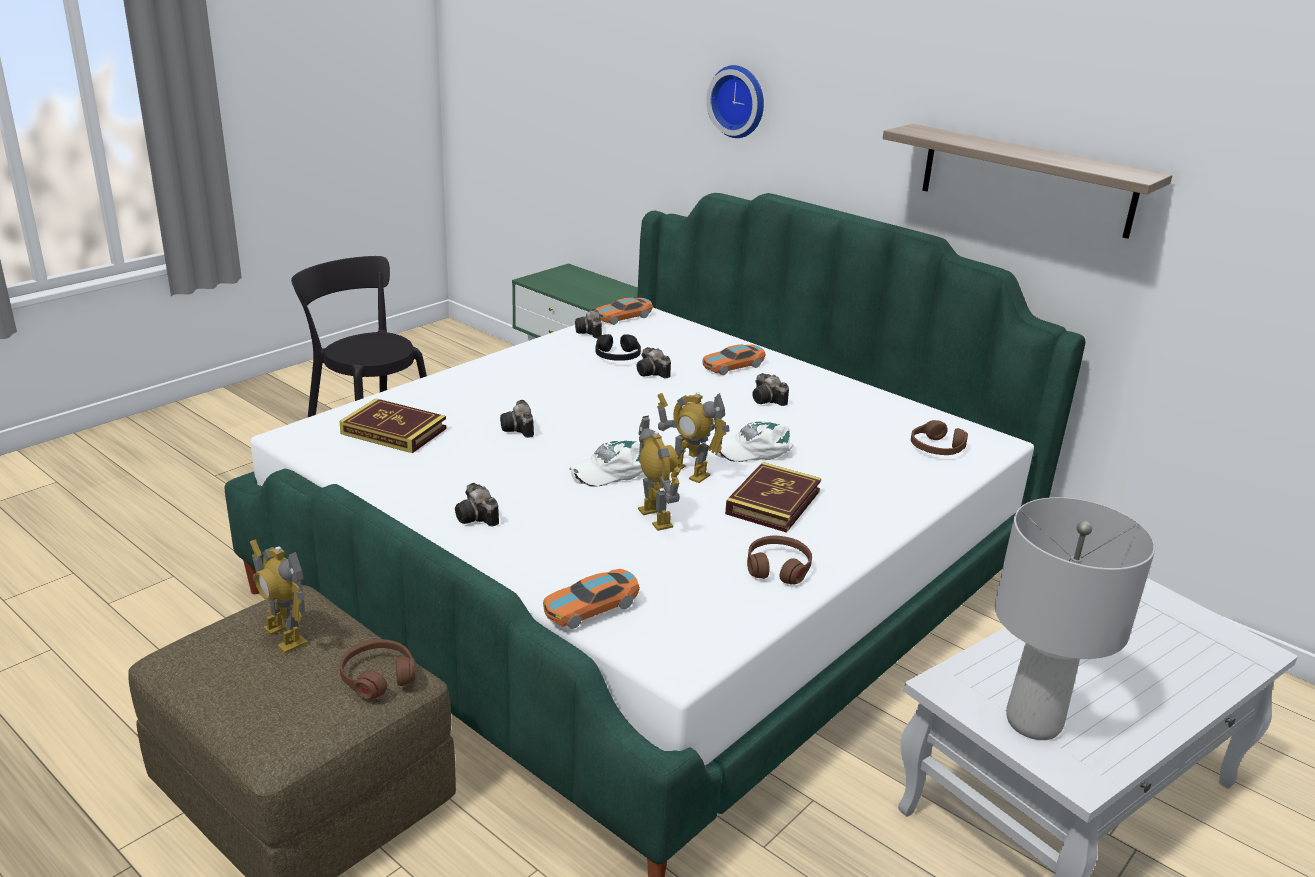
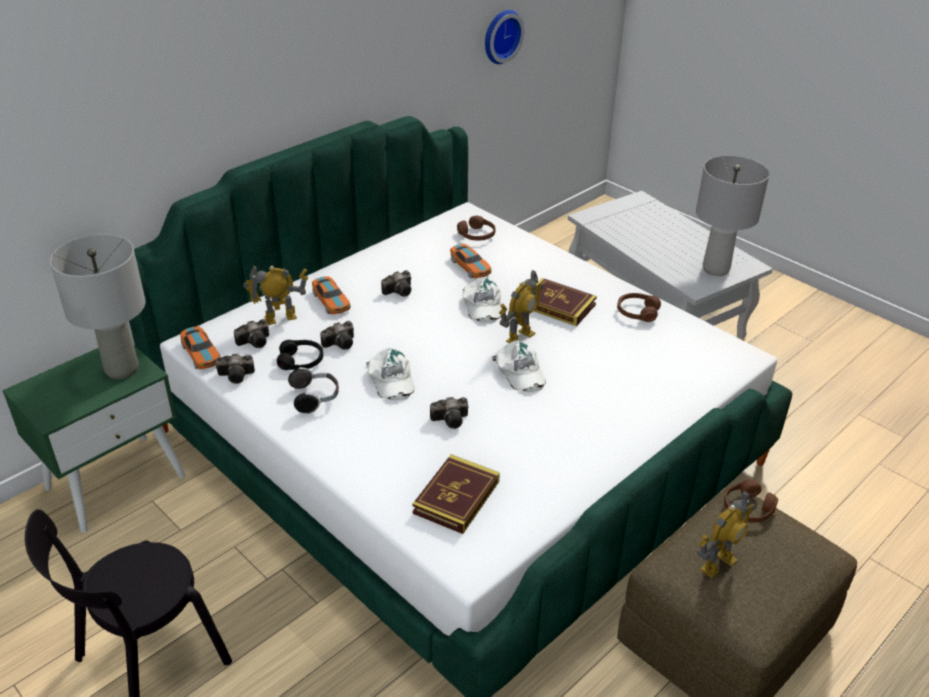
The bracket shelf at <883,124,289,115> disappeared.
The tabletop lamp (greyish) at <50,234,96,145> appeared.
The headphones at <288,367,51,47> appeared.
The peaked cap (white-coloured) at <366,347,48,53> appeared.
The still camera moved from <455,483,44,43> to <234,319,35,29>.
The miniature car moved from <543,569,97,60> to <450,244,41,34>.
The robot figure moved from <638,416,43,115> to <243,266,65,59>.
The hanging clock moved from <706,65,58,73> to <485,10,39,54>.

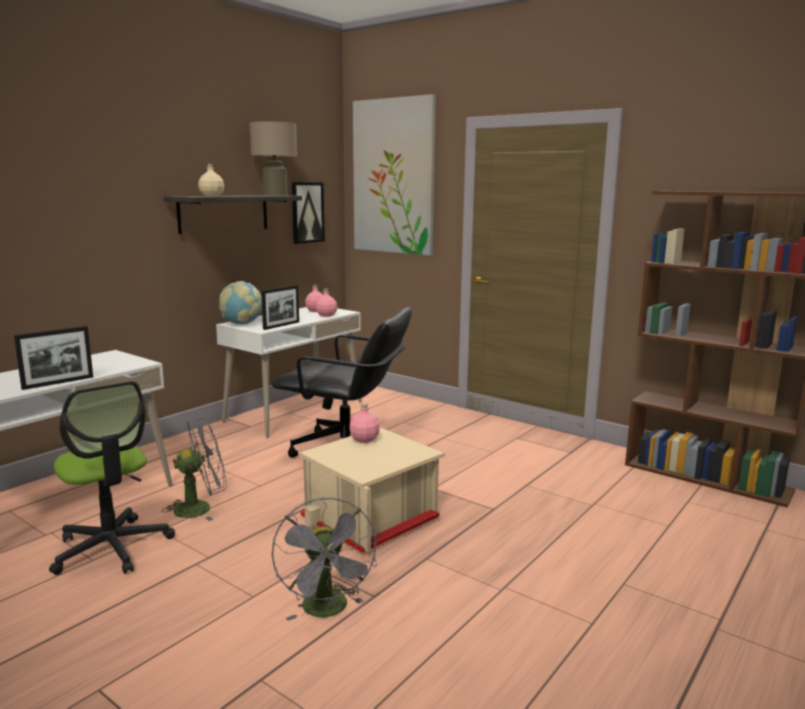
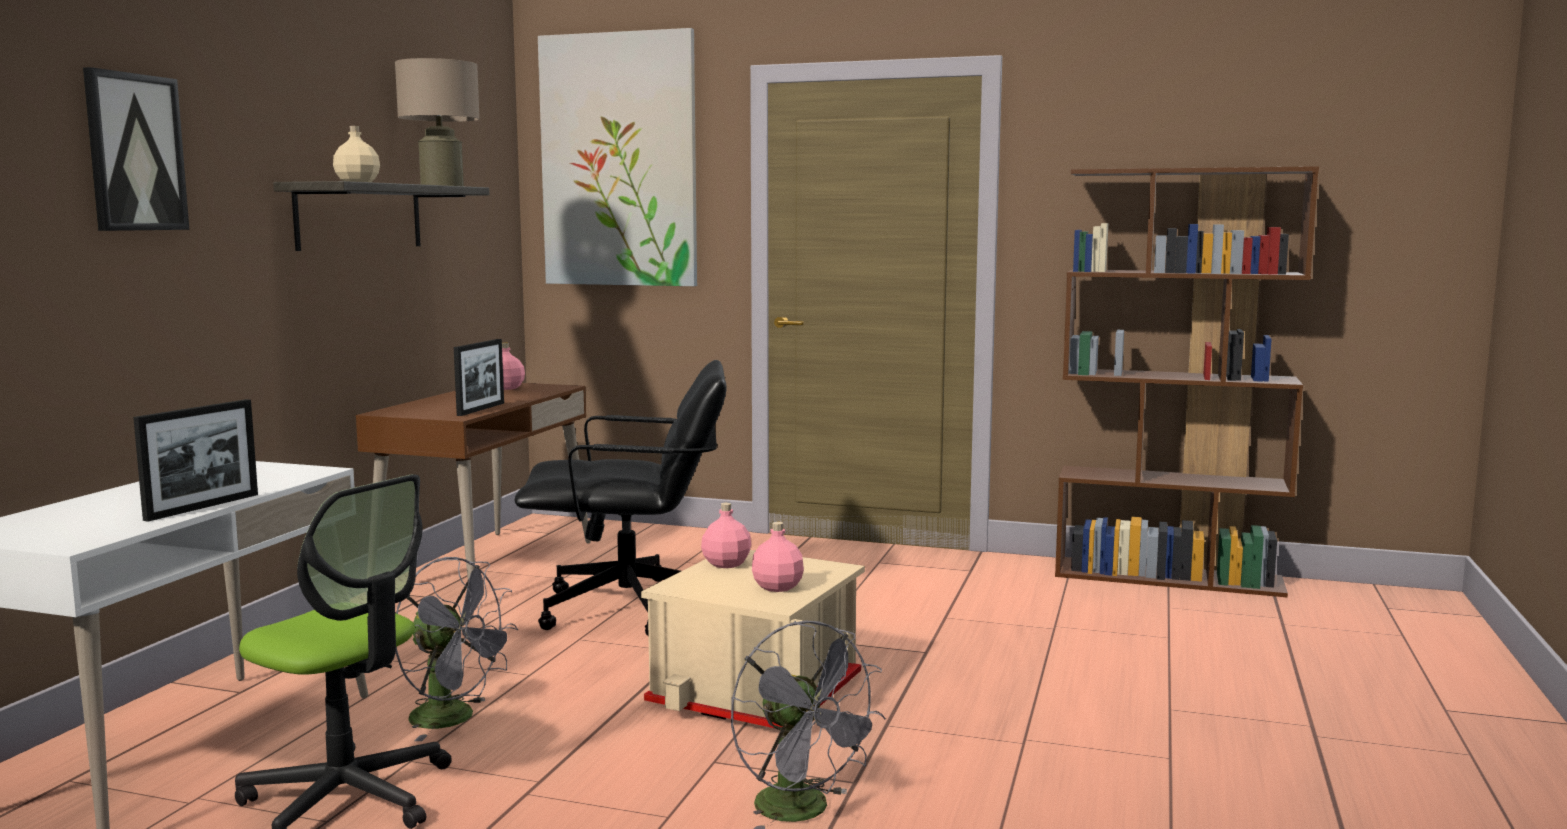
The world globe at <219,281,43,43> disappeared.
The wall picture moved from <292,182,33,62> to <83,67,106,164>.
The bottle (pink) moved from <315,288,22,29> to <752,522,52,70>.
The desk (white-coloured) at <216,307,145,131> became the desk (brownish) at <356,383,235,196>.
The cooling fan (greyish) at <162,418,65,103> turned 75 degrees clockwise.

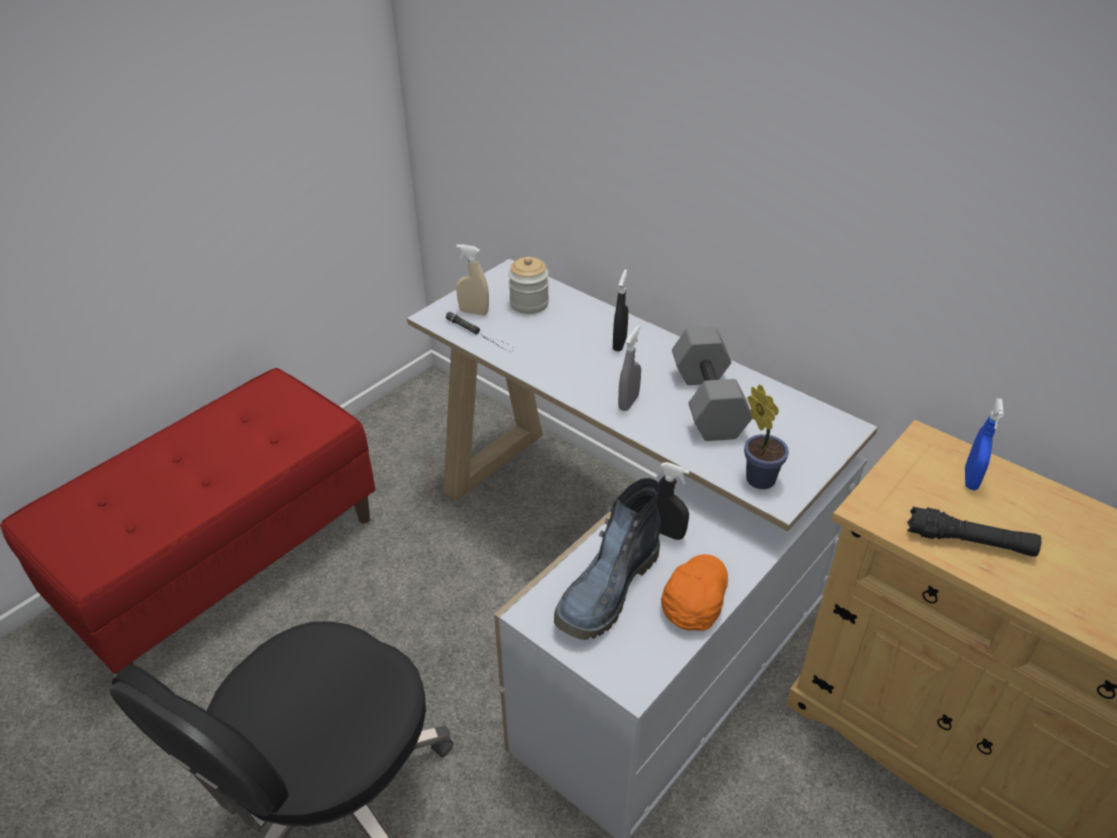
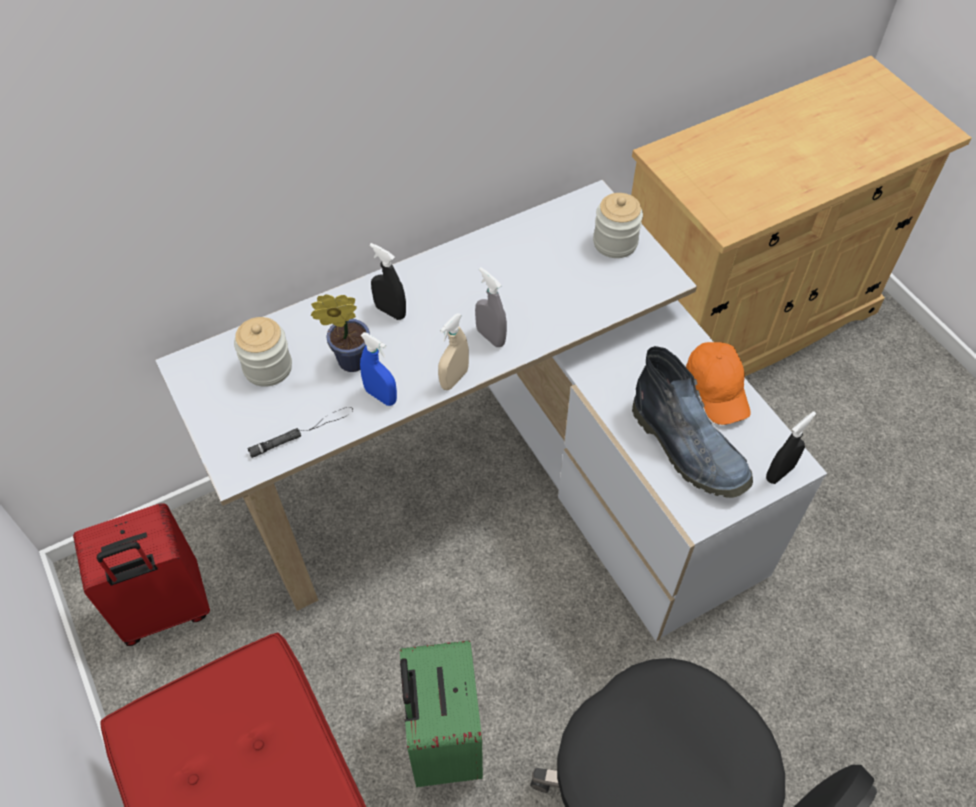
The free weight (greyish) at <672,327,81,114> disappeared.
The torch (blackish) at <907,507,135,50> disappeared.
The piece of luggage (reddish) at <73,503,137,143> appeared.
The piece of luggage (greenish) at <400,640,83,147> appeared.
The jar at <593,193,50,65> appeared.
The sprayer (sand-coloured) moved from <456,244,33,71> to <438,313,31,77>.
The sprayer (blackish) moved from <657,462,33,78> to <766,411,50,73>.
The houseplant moved from <744,385,45,104> to <311,294,59,78>.
The sprayer (bluish) moved from <965,398,39,92> to <360,332,37,74>.
The peaked cap (orange) at <661,554,67,77> turned 150 degrees counterclockwise.

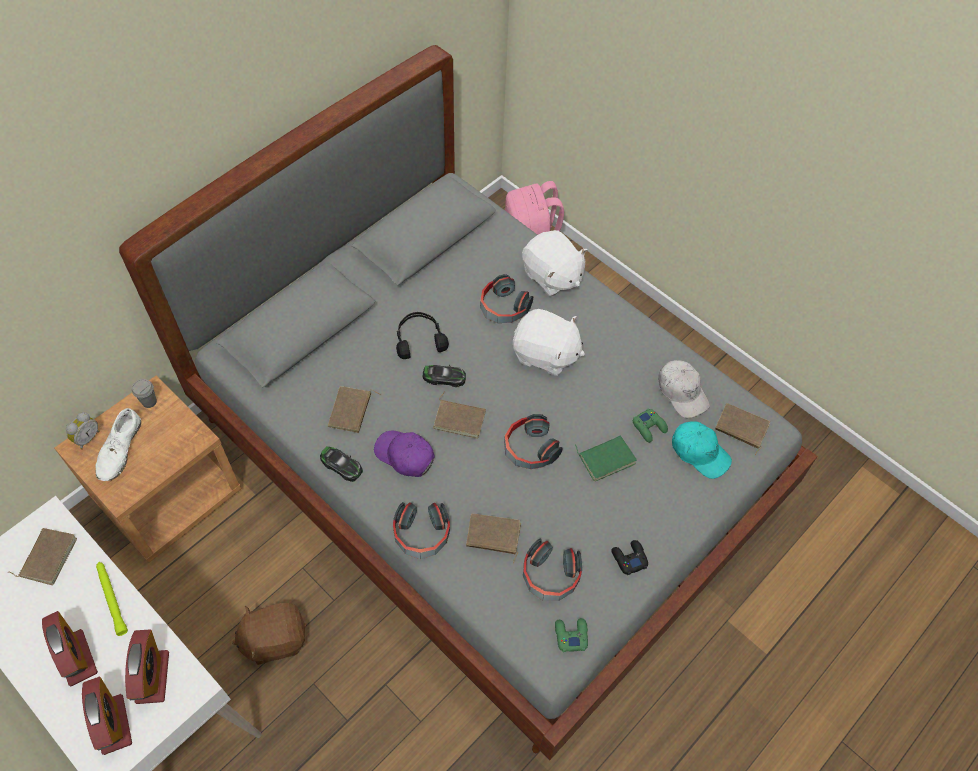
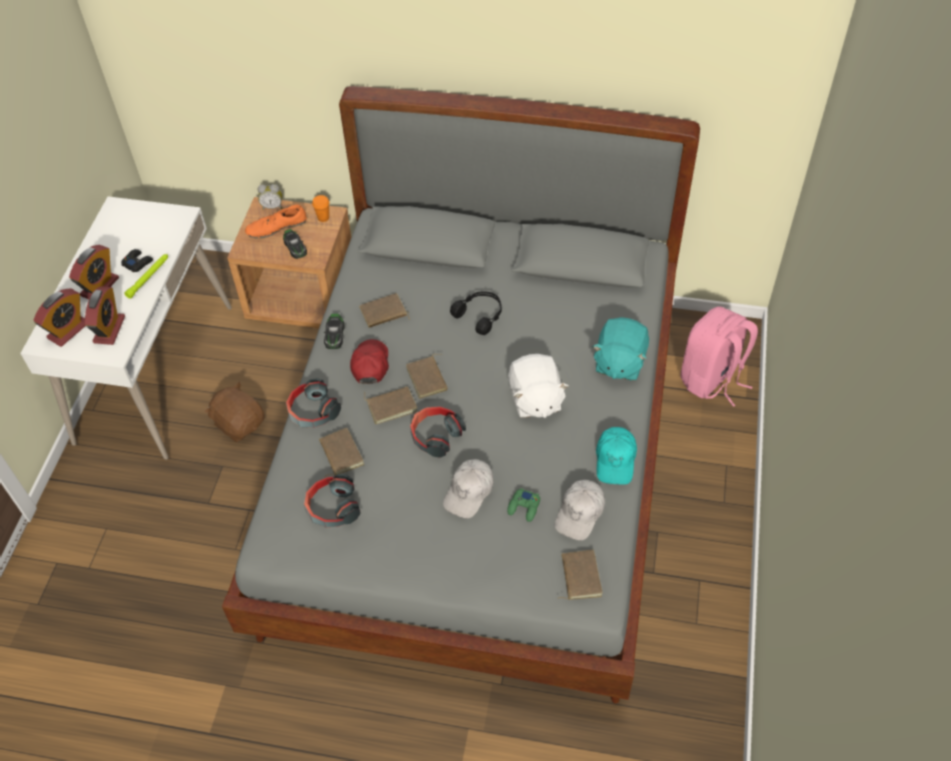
The headphones at <480,274,53,49> disappeared.
The game controller (greenish) at <555,618,33,34> disappeared.
The book (brownish) moved from <8,528,69,57> to <364,386,53,38>.
The miniature car moved from <423,364,43,23> to <283,229,24,30>.
The game controller (blackish) moved from <611,540,37,35> to <121,249,32,23>.
The peaked cap (turquoise-coloured) moved from <672,421,60,58> to <596,427,41,58>.
The book (greenish) at <575,436,62,46> was replaced by the peaked cap (white-coloured) at <443,459,51,60>.
The item of footwear (white-coloured) at <95,408,46,73> became the item of footwear (orange) at <245,205,62,34>.
The drinking cup (greyish) at <132,379,25,29> became the drinking cup (orange) at <312,195,18,27>.
The peaked cap (purple) at <374,430,61,47> became the peaked cap (reddish) at <350,339,39,45>.
The plush toy (white-coloured) at <522,230,66,66> became the plush toy (turquoise-coloured) at <592,317,57,64>.
The bedside clock at <125,629,44,75> turned 45 degrees counterclockwise.

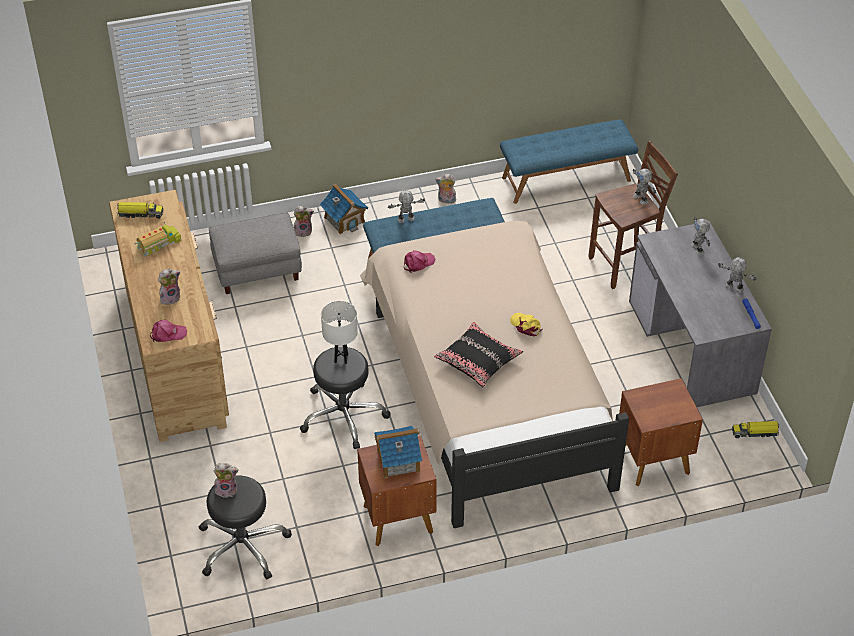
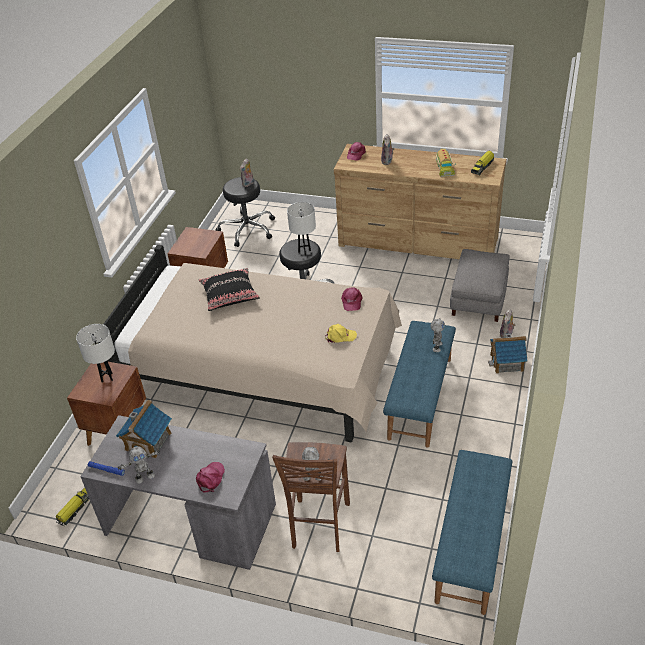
The plush toy at <435,174,21,30> disappeared.
The tabletop lamp (white-coloured) at <76,324,39,59> appeared.
The toy house moved from <374,426,49,52> to <116,400,56,58>.
The peaked cap (yellow-coloured) moved from <510,313,33,23> to <325,324,32,19>.
The robot figure at <691,217,19,38> was replaced by the peaked cap (pink) at <196,462,29,30>.

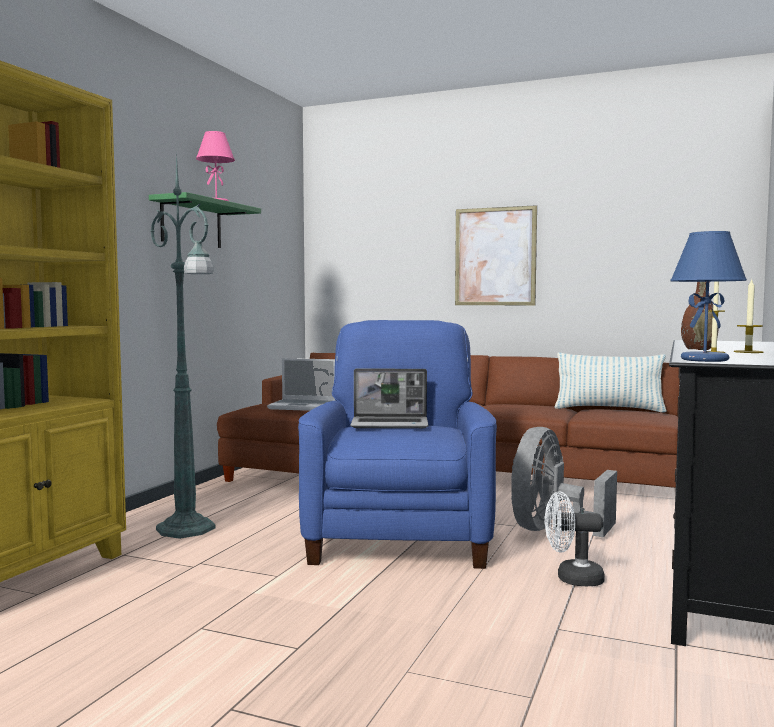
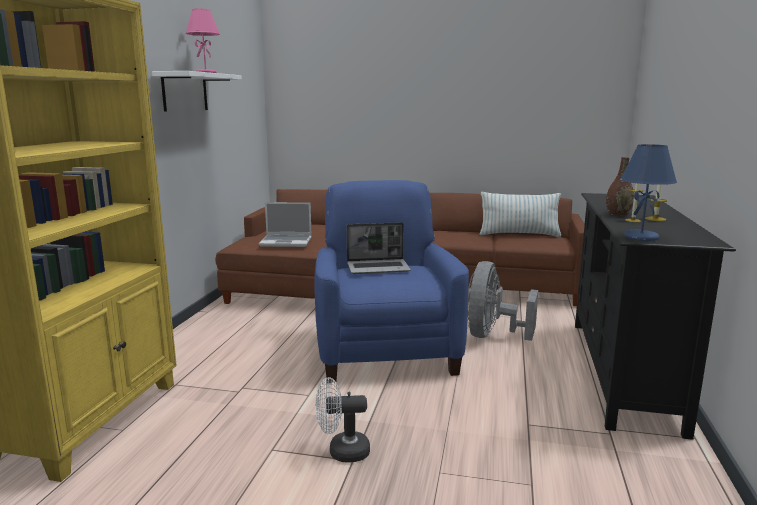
The standing lamp (greenish) at <150,153,66,386> disappeared.
The wall picture at <455,205,82,100> disappeared.
The cooling fan (white-coloured) moved from <545,492,60,94> to <316,377,54,85>.
The bracket shelf (greenish) at <149,192,112,56> became the bracket shelf (white-coloured) at <152,71,90,40>.

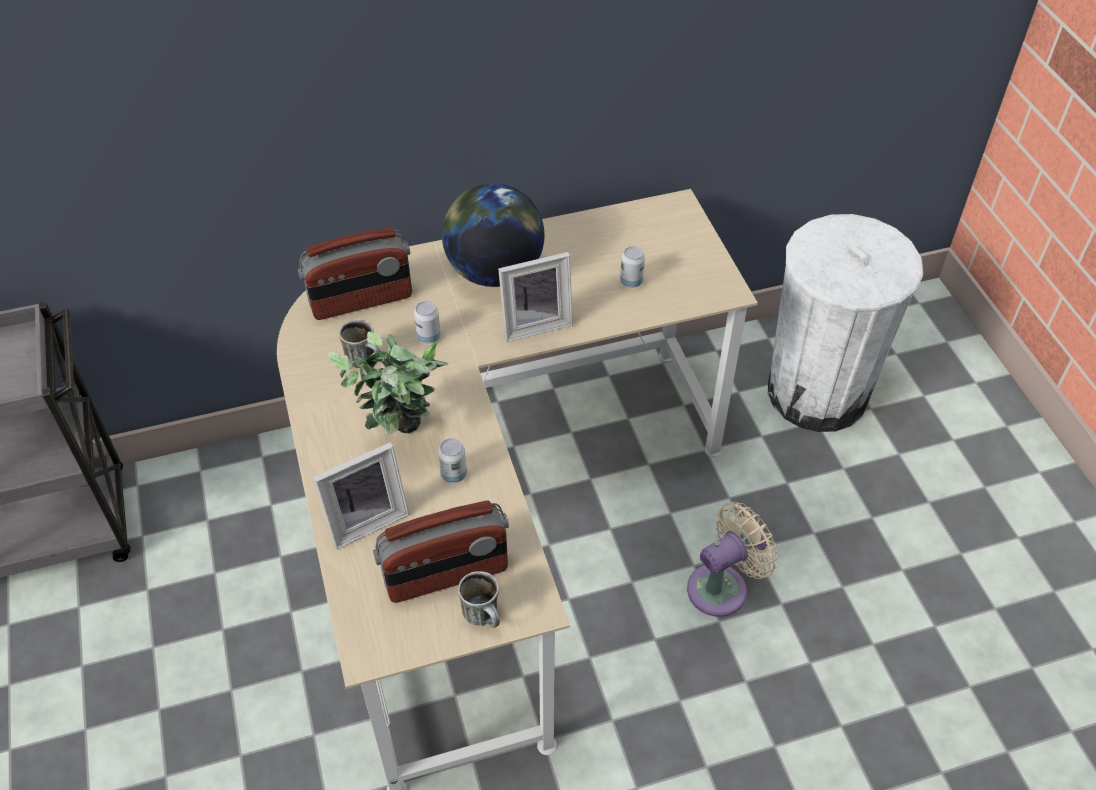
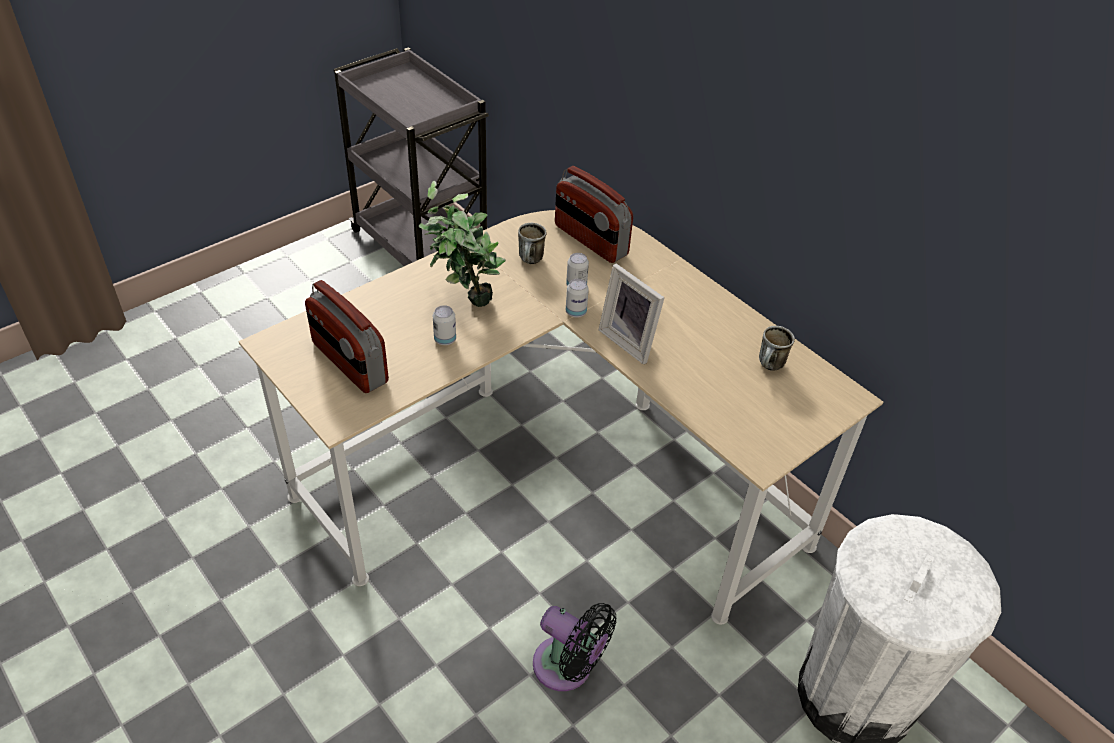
The picture frame at <313,442,96,107> disappeared.
The world globe at <442,183,103,104> disappeared.
The coffee mug moved from <458,571,42,57> to <759,326,36,45>.
The metal can moved from <620,246,25,42> to <566,279,23,39>.
The cooling fan (sand-coloured) at <687,502,91,115> became the cooling fan (blackish) at <533,603,83,88>.

